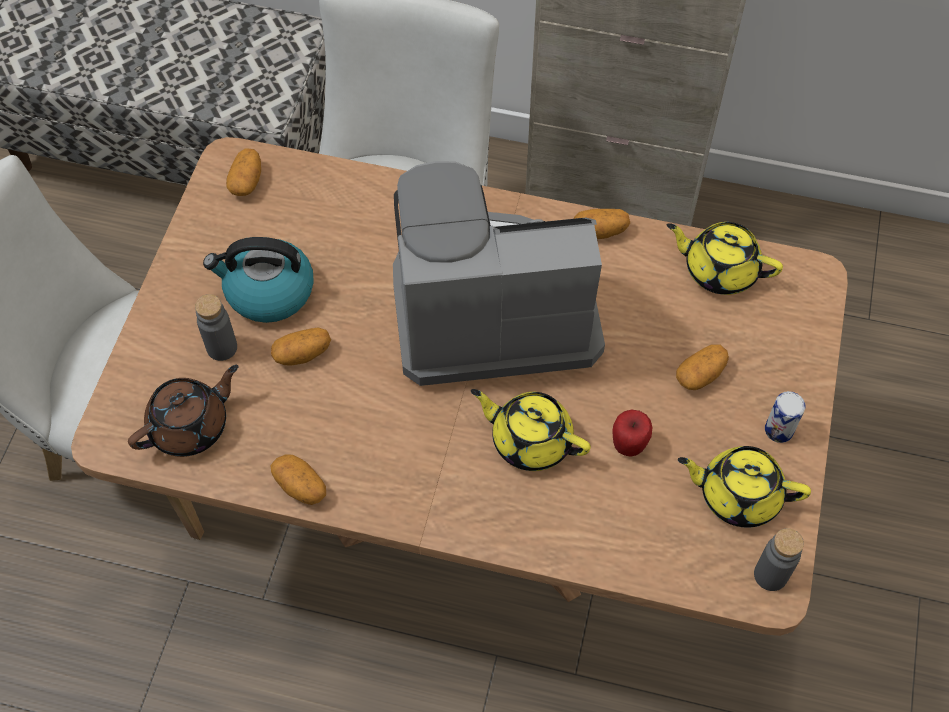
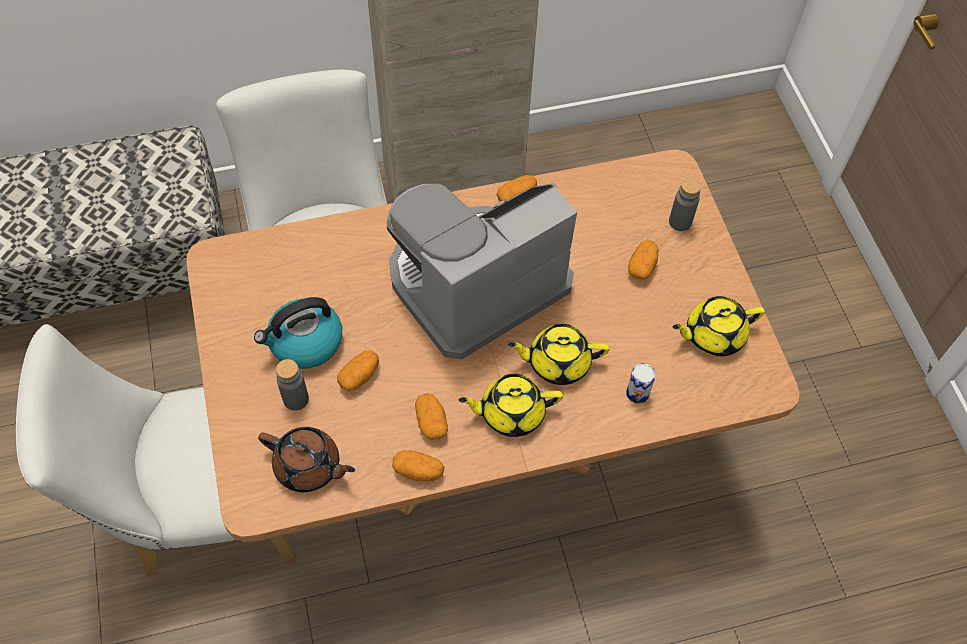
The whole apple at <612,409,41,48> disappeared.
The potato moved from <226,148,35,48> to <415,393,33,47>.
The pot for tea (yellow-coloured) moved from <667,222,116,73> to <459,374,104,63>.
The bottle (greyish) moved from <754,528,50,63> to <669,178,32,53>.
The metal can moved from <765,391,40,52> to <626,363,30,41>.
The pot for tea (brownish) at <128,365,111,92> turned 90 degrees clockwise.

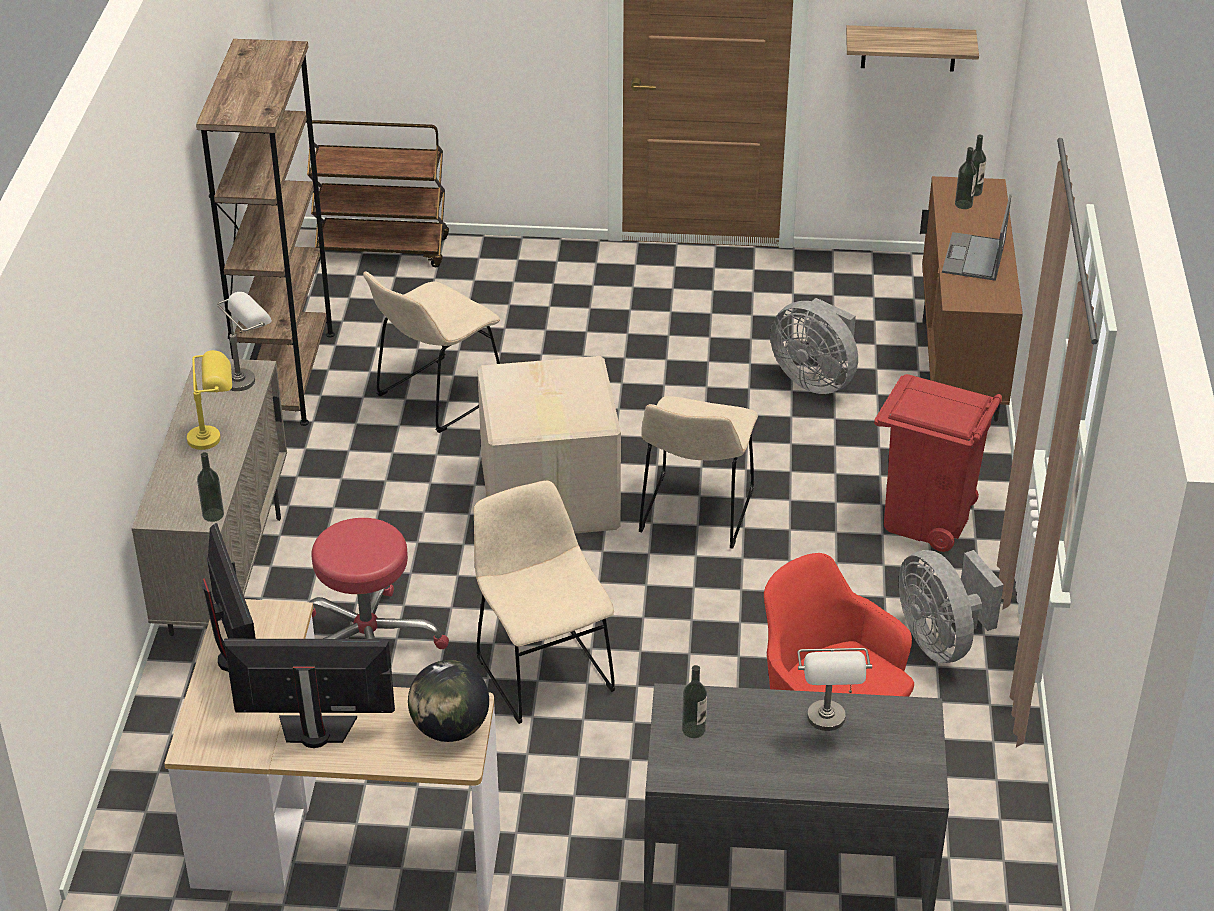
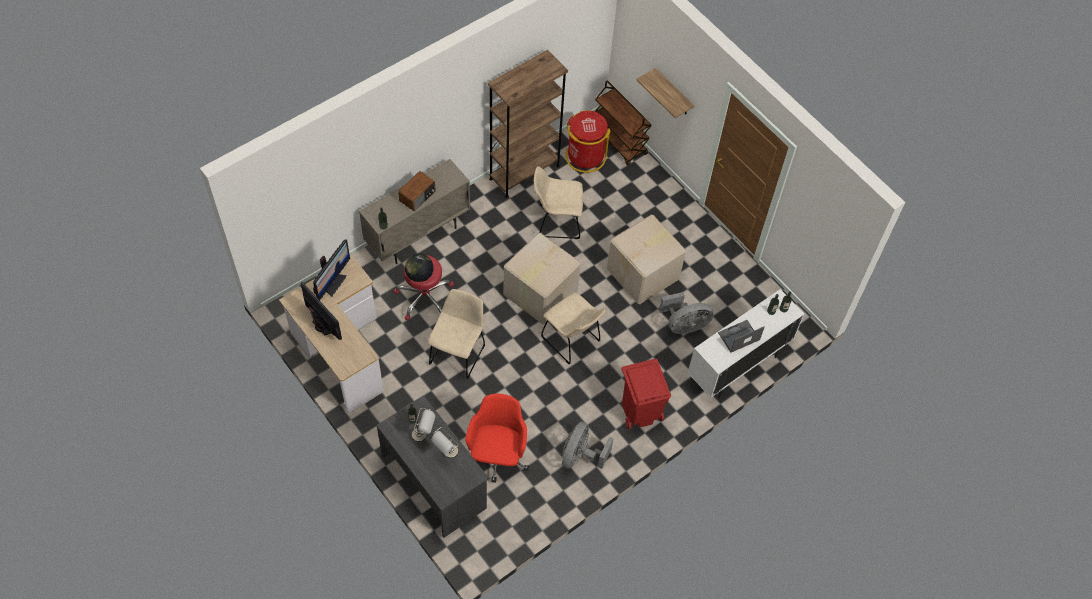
The rubbish bin (reddish) at <565,110,46,63> appeared.
The cardboard box at <607,215,79,89> appeared.
The tabletop lamp (greyish) moved from <217,292,55,99> to <412,408,23,34>.
The world globe moved from <408,660,81,82> to <405,254,29,28>.
The bracket shelf moved from <846,25,133,47> to <637,68,57,50>.
The tabletop lamp (yellow-coloured) at <187,350,45,100> was replaced by the radio at <398,171,38,40>.
The cupboard (brownish) at <920,176,103,245> became the cupboard (white-coloured) at <688,289,117,109>.
The plain chair (sand-coloured) at <639,396,119,153> turned 105 degrees counterclockwise.
The cooling fan (greyish) at <770,298,88,96> turned 105 degrees counterclockwise.

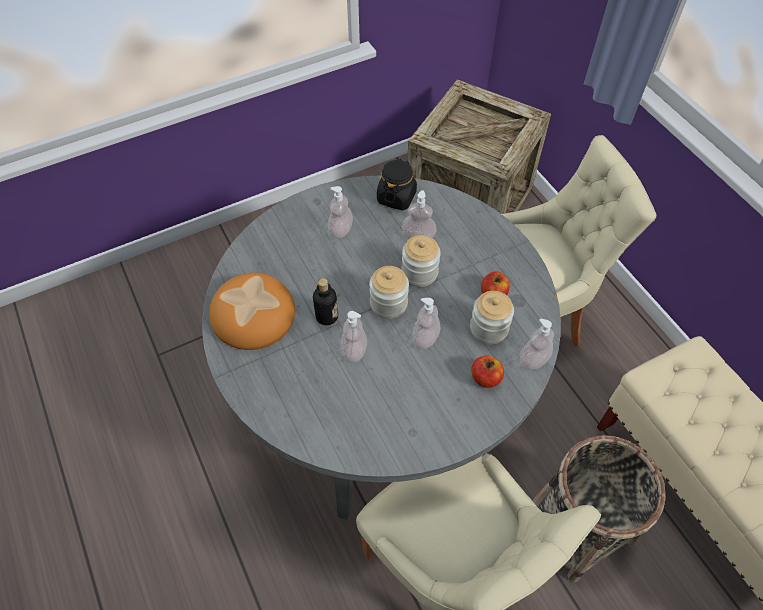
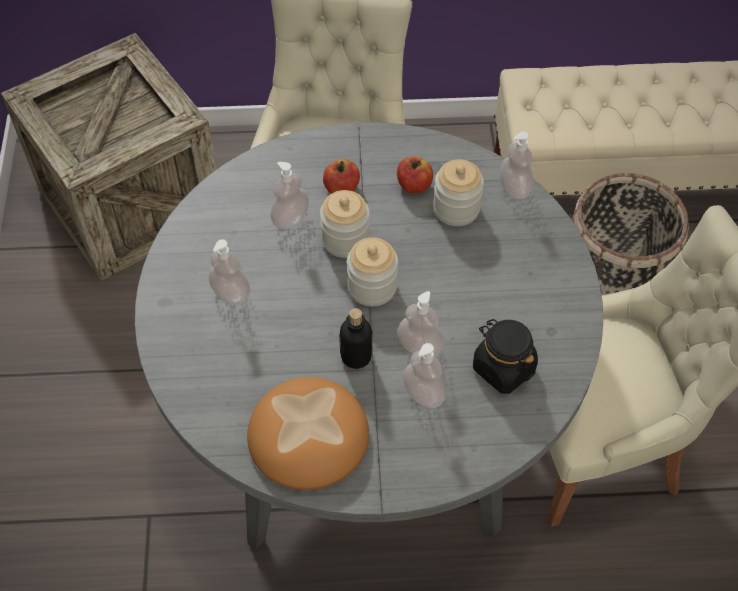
The jar (blackish) moved from <377,159,40,51> to <473,319,65,75>.
The soap bottle moved from <412,298,29,52> to <403,343,44,65>.
The whole apple moved from <471,355,33,33> to <323,159,37,35>.

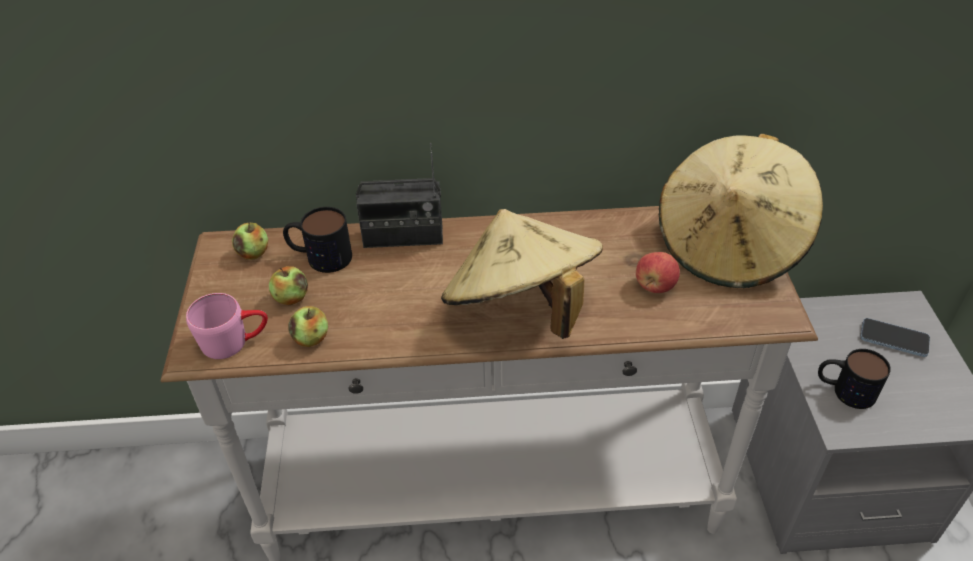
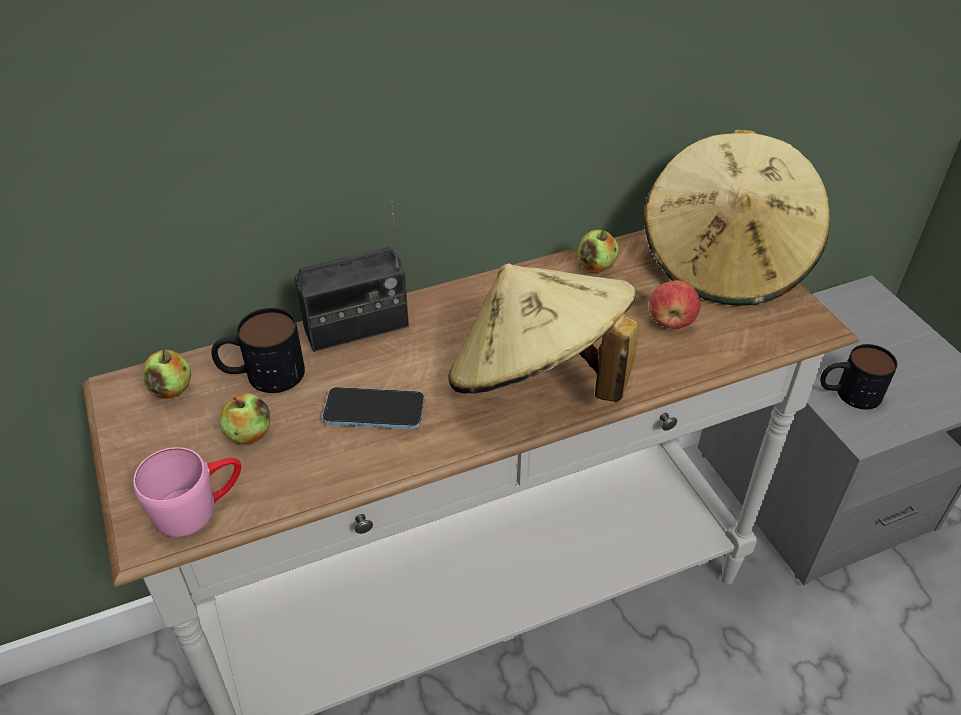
The whole apple moved from <288,306,40,41> to <578,229,40,43>.
The phone moved from <860,318,70,39> to <322,387,102,42>.

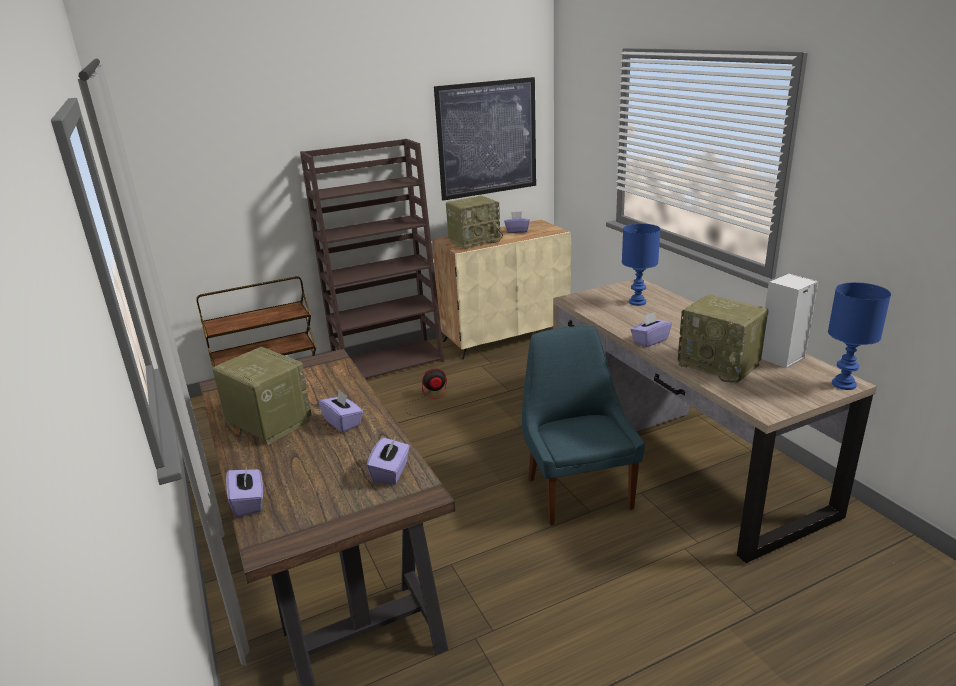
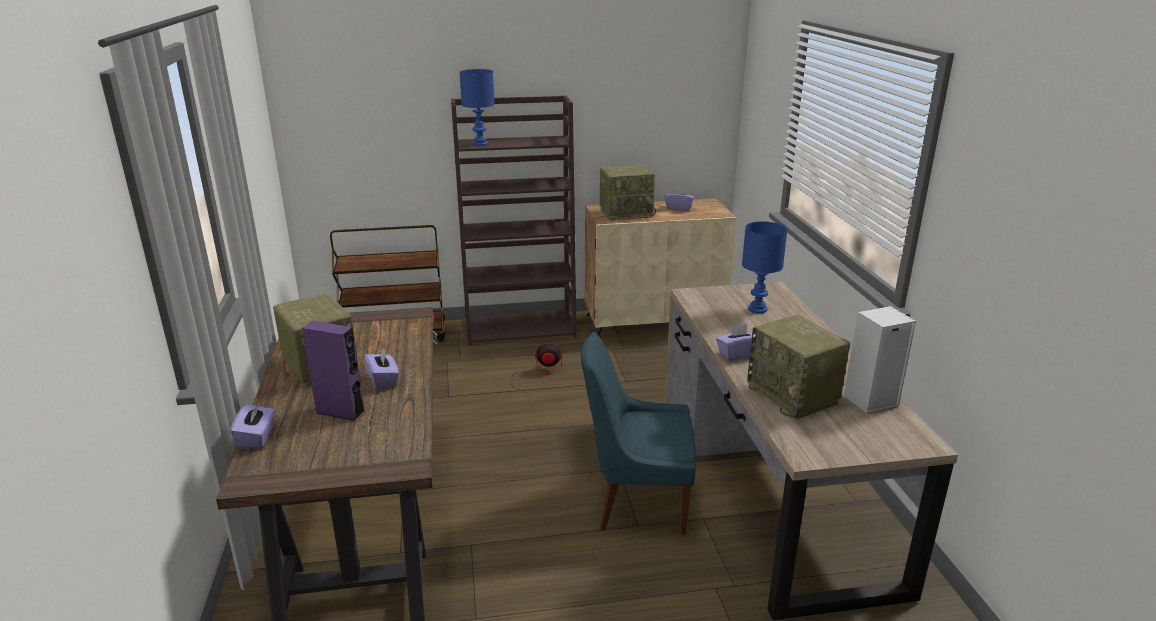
The box of tissues (purple) at <366,437,44,48> disappeared.
The wall picture at <434,77,102,124> disappeared.
The audio speaker (purple) at <302,321,63,100> appeared.
The tabletop lamp (bluish) moved from <828,282,63,108> to <460,69,35,77>.
The plain chair (bluish) at <522,326,123,199> turned 90 degrees counterclockwise.

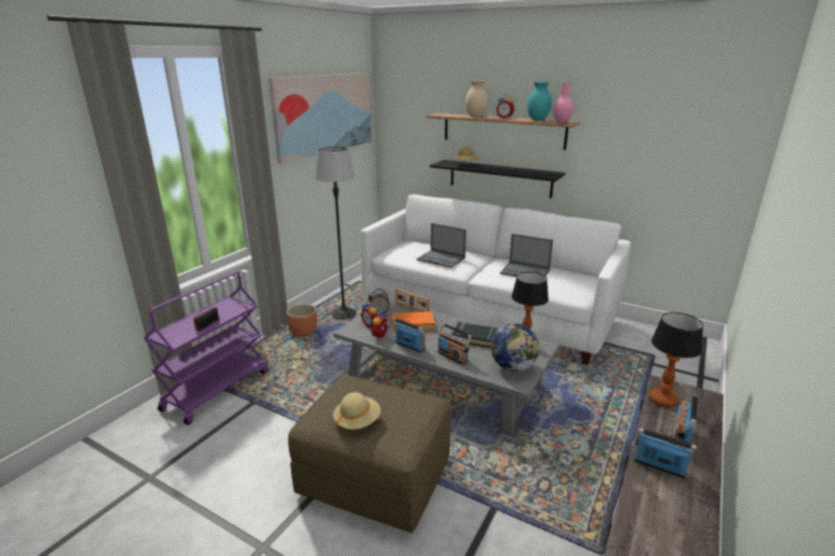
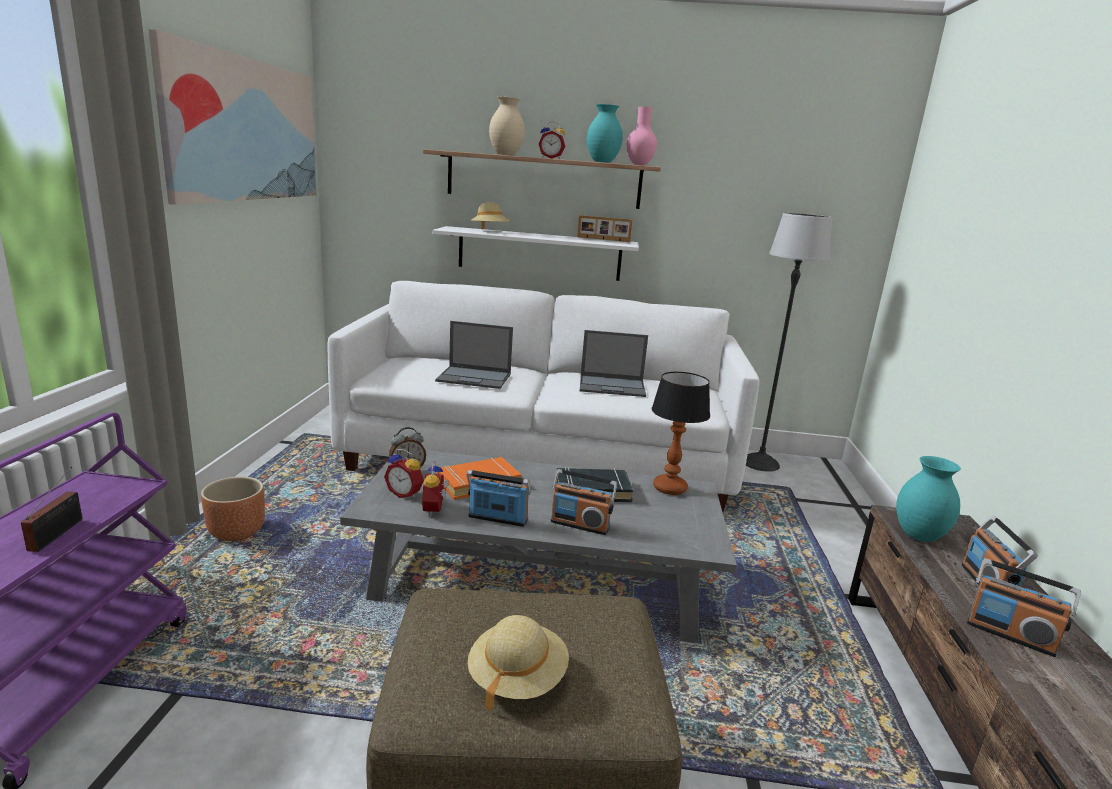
The world globe at <491,323,49,49> disappeared.
The standing lamp moved from <315,147,42,173> to <746,213,86,259>.
The picture frame moved from <395,289,34,23> to <577,215,56,27>.
The tabletop lamp at <649,312,54,95> was replaced by the flower vase (turquoise-coloured) at <896,456,65,86>.
The bracket shelf (blackish) at <430,160,135,38> became the bracket shelf (white-coloured) at <432,226,207,55>.
The radio at <634,428,63,51> turned 150 degrees counterclockwise.

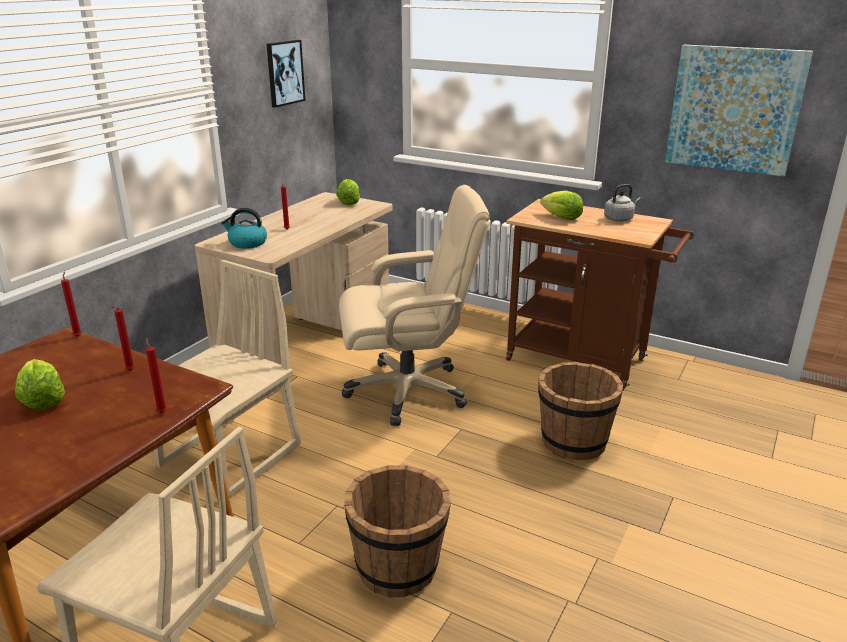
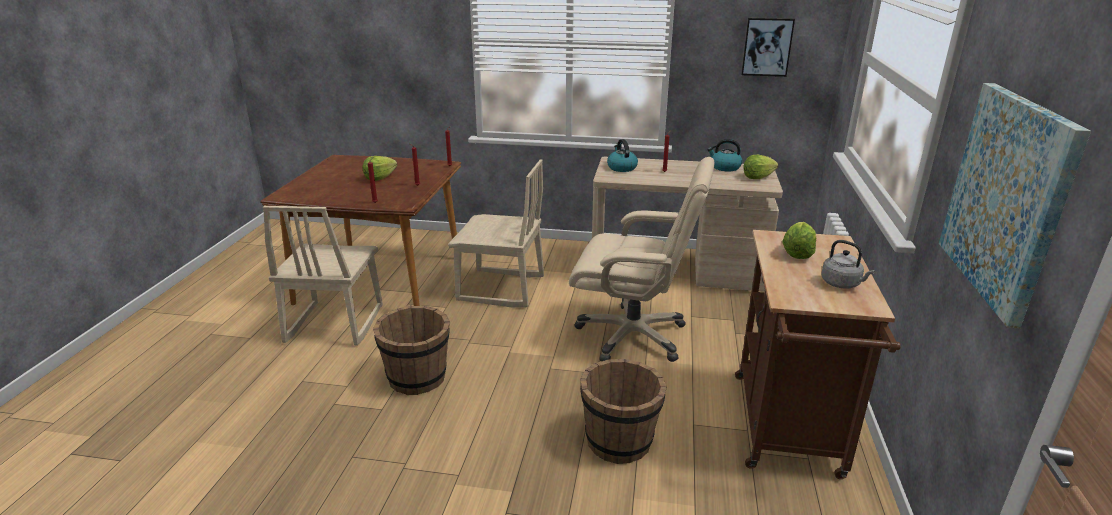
The kettle at <707,139,35,32> appeared.
The computer chair (sand-coloured) at <339,185,151,241> turned 45 degrees counterclockwise.

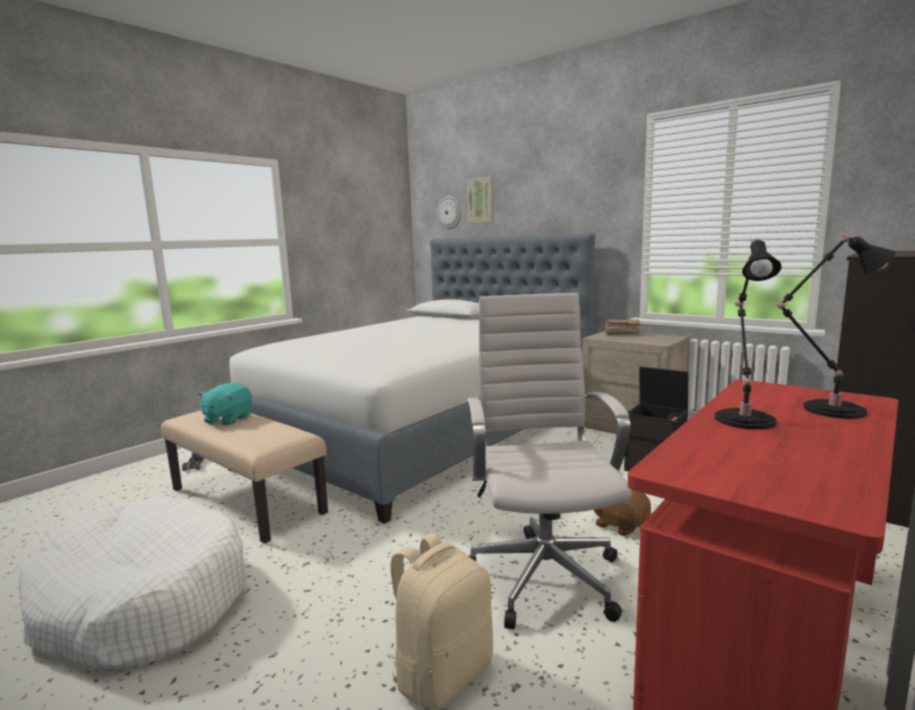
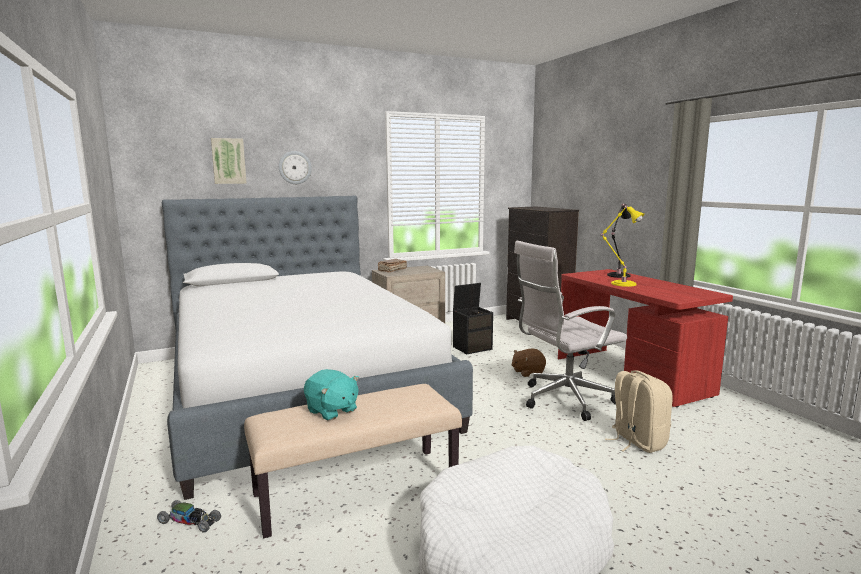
The hanging clock moved from <437,196,24,33> to <279,151,33,33>.
The tabletop lamp (blackish) at <715,239,66,190> became the tabletop lamp (yellow-coloured) at <601,206,43,81>.
The computer chair (white-coloured) at <467,293,165,336> turned 45 degrees counterclockwise.

